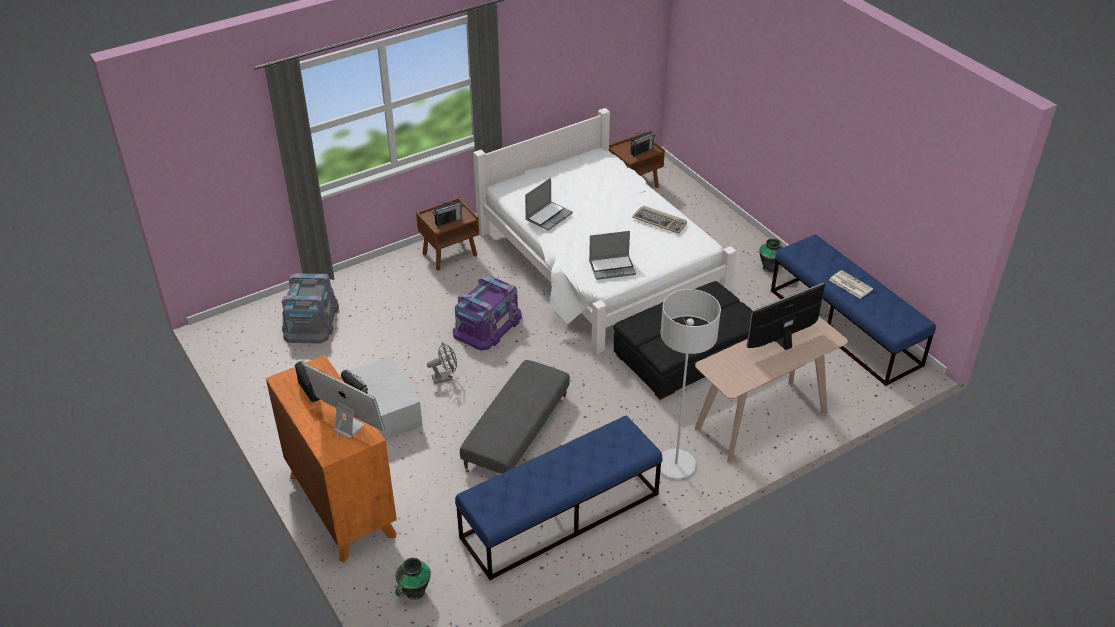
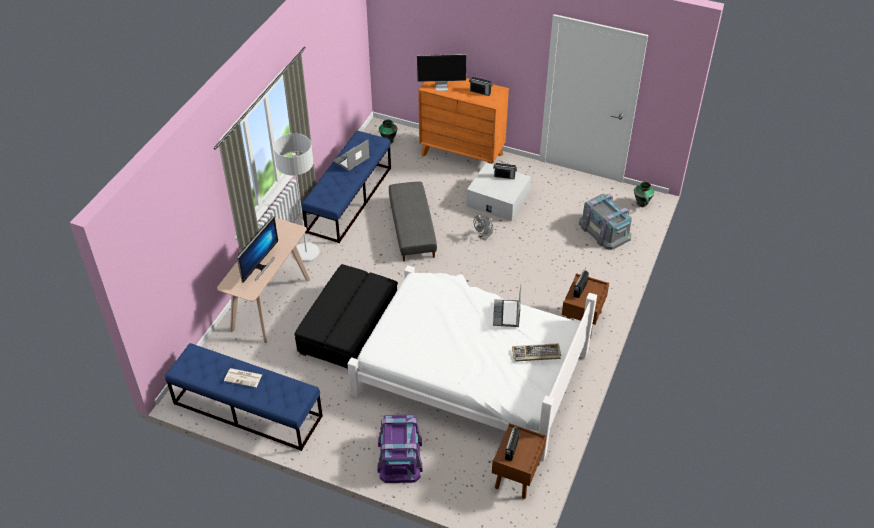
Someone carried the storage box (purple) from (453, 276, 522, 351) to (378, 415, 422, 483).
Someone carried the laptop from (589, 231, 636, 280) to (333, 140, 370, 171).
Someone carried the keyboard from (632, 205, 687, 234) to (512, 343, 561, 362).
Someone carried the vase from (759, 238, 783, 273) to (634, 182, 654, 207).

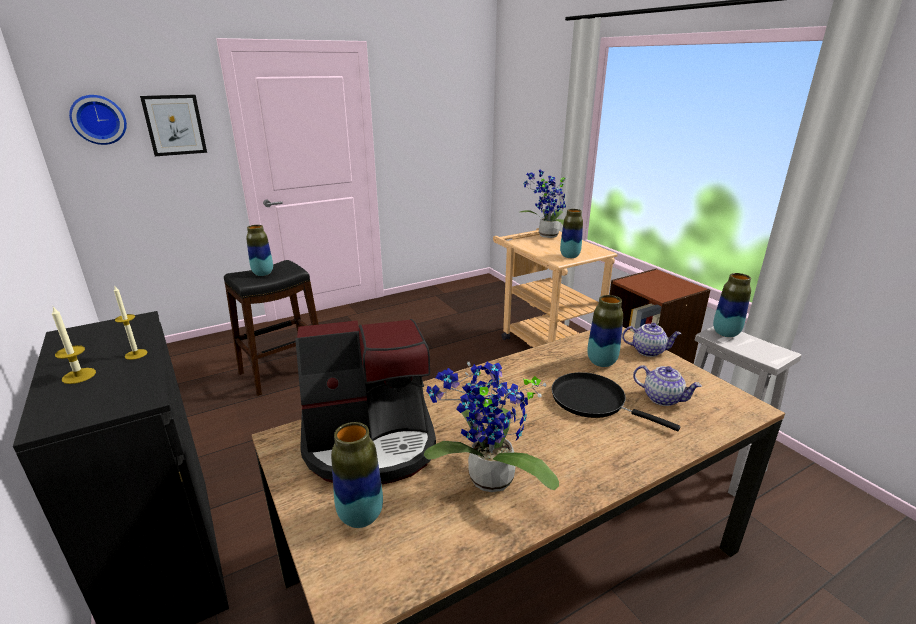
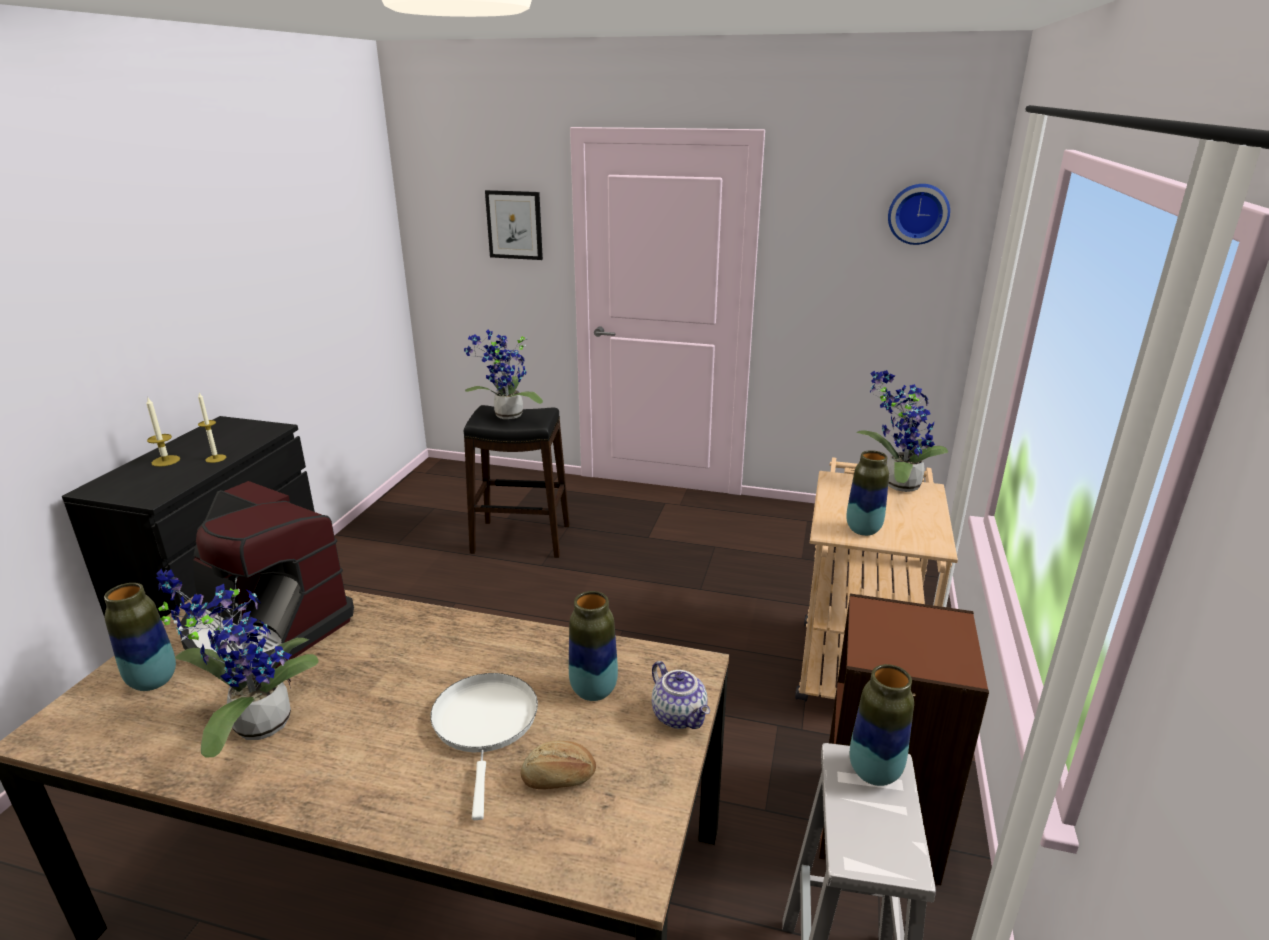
Someone carried the wall clock from (69, 95, 127, 145) to (888, 184, 950, 245).
Someone swapped the vase at (246, 225, 273, 276) for the potted plant at (464, 330, 543, 419).
Someone repainted the frying pan (black) at (551, 372, 680, 431), which became the frying pan (white) at (430, 673, 538, 820).
Someone swapped the teapot at (633, 365, 702, 406) for the bread at (520, 741, 596, 789).

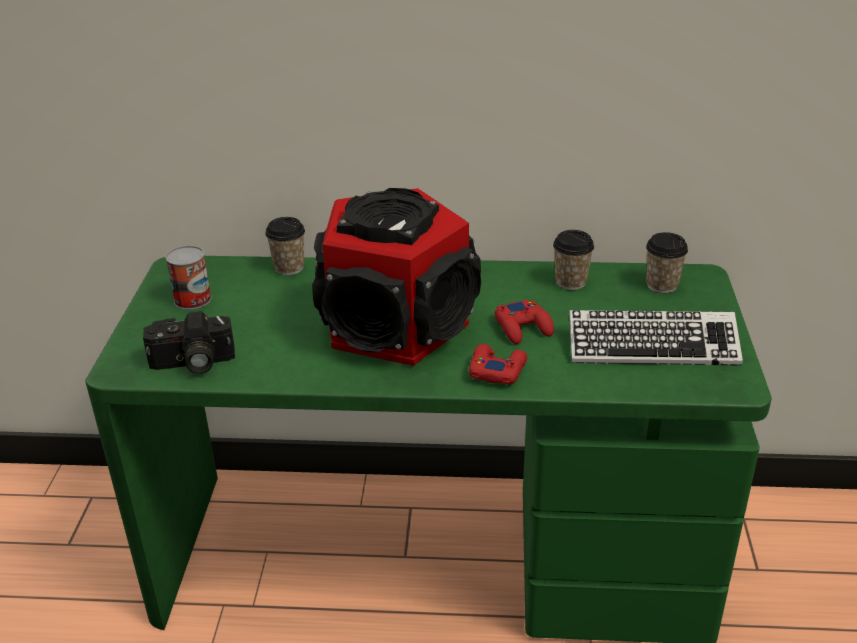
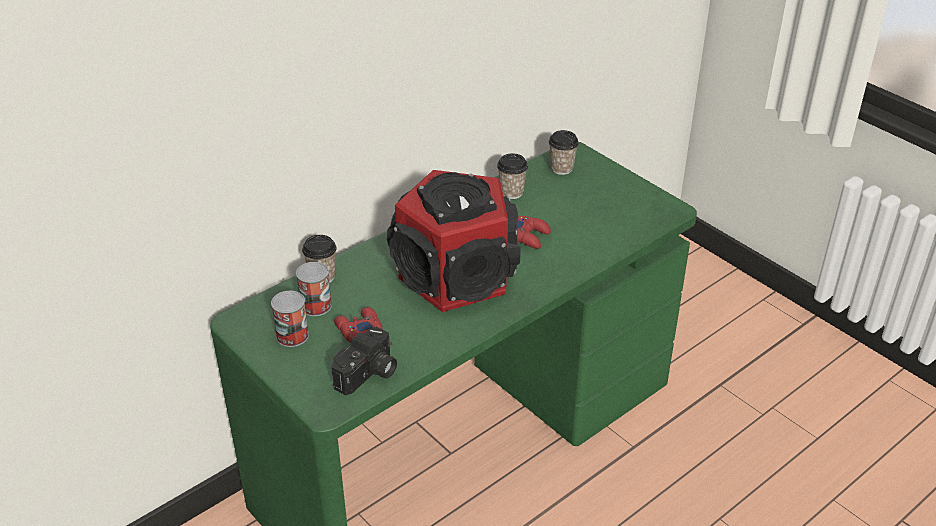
Someone carried the game controller (red) from (469, 344, 527, 385) to (334, 307, 383, 343).
Someone took away the keyboard at (569, 310, 743, 365).
Someone put down the can at (296, 262, 332, 316).

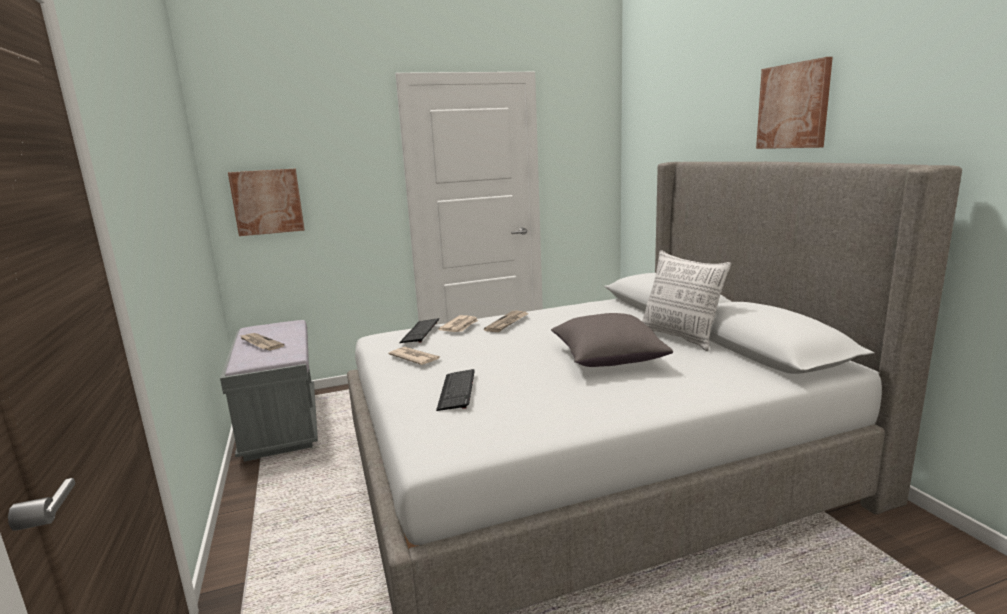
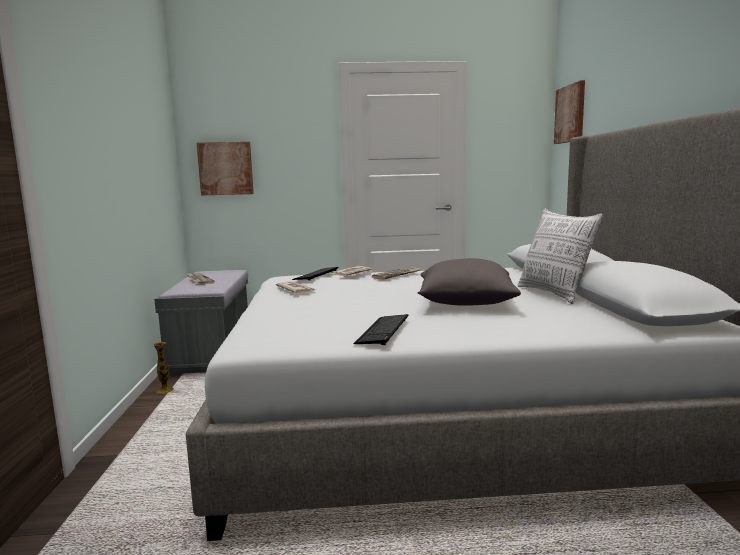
Someone carried the keyboard from (436, 369, 475, 411) to (353, 314, 408, 345).
Someone carried the picture from (756, 57, 833, 149) to (554, 80, 585, 144).
Someone put down the vase at (153, 342, 174, 394).

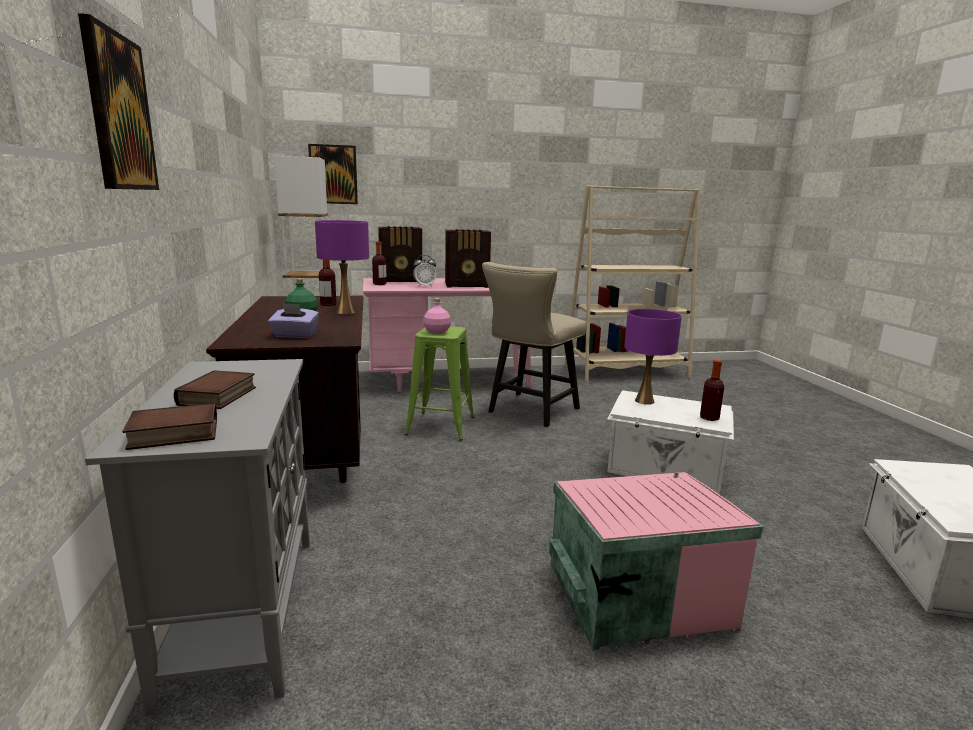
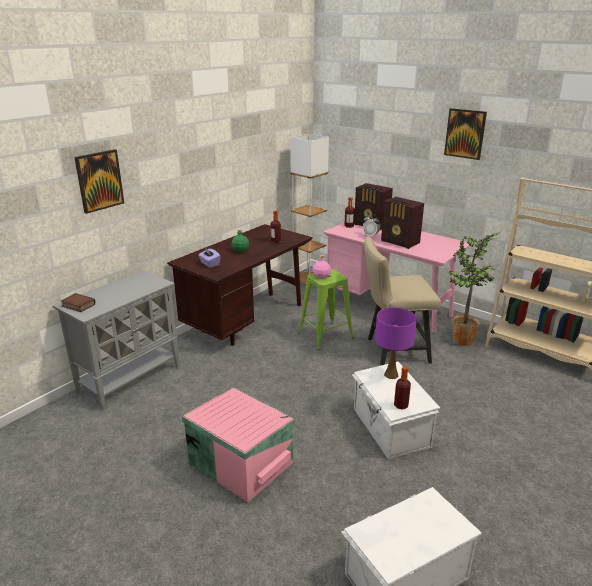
Someone took away the book at (174, 370, 256, 409).
Someone carried the picture from (308, 144, 358, 204) to (444, 108, 487, 160).
Someone took away the table lamp (purple) at (315, 220, 369, 314).
Someone put down the potted plant at (449, 232, 500, 346).

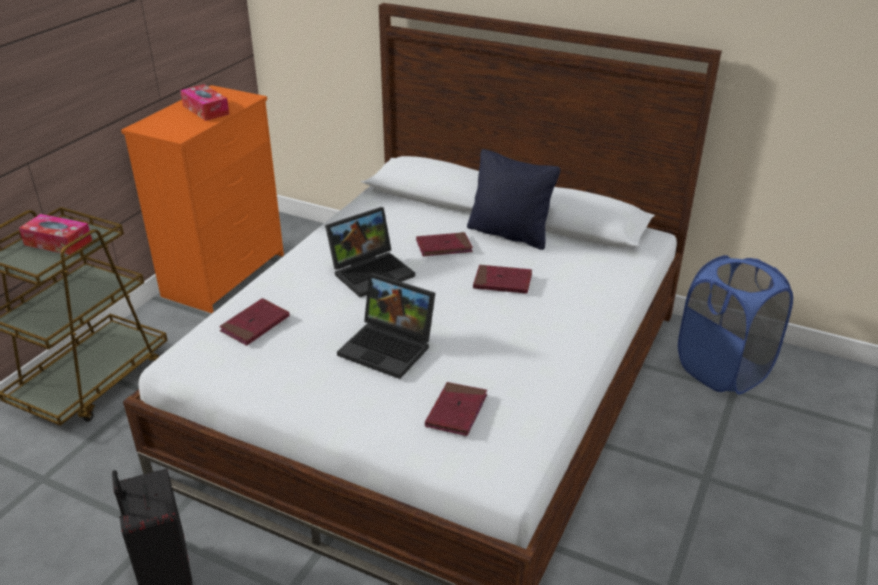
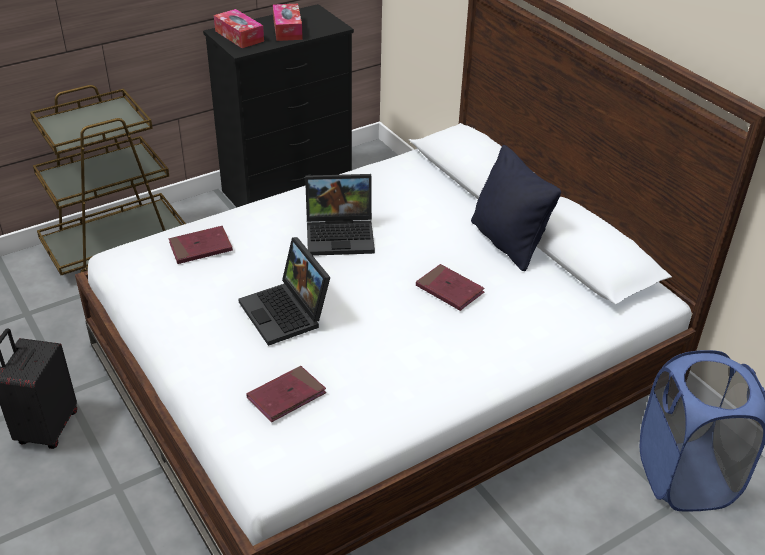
Someone carried the tissue box from (19, 214, 92, 255) to (214, 9, 264, 48).
Someone repainted the dresser (orange) at (121, 85, 284, 313), which became the dresser (black) at (203, 4, 354, 207).
Someone took away the book (red) at (416, 232, 473, 256).

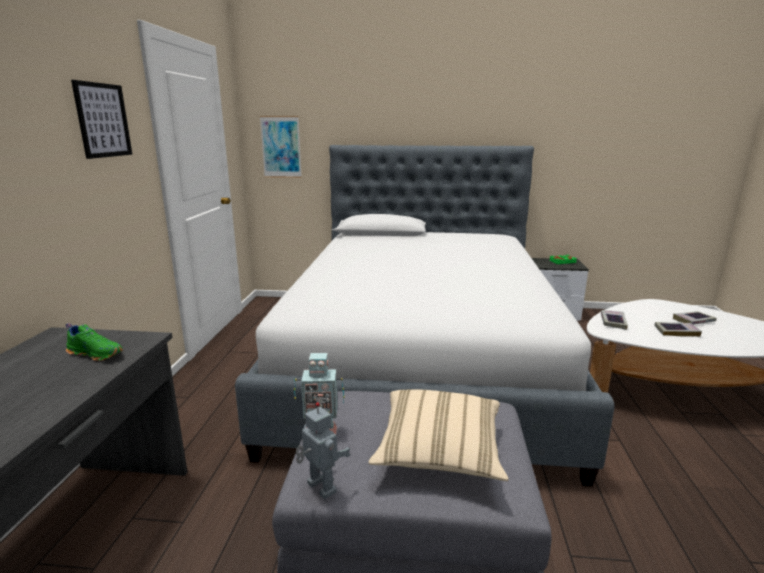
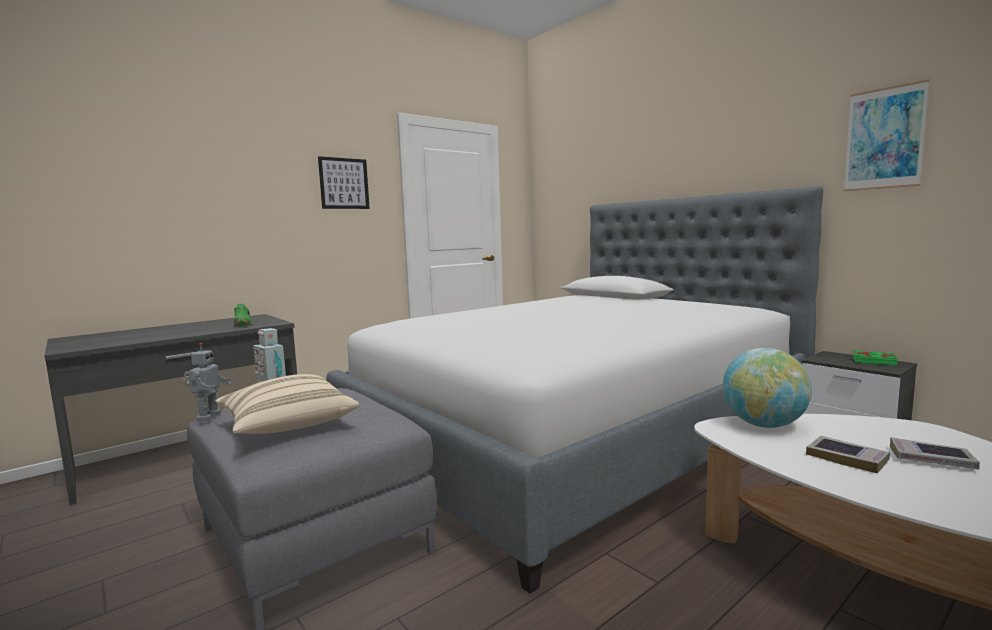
Someone carried the picture from (260, 116, 302, 178) to (844, 79, 930, 191).
Someone swapped the book at (601, 310, 628, 330) for the globe at (723, 348, 812, 428).

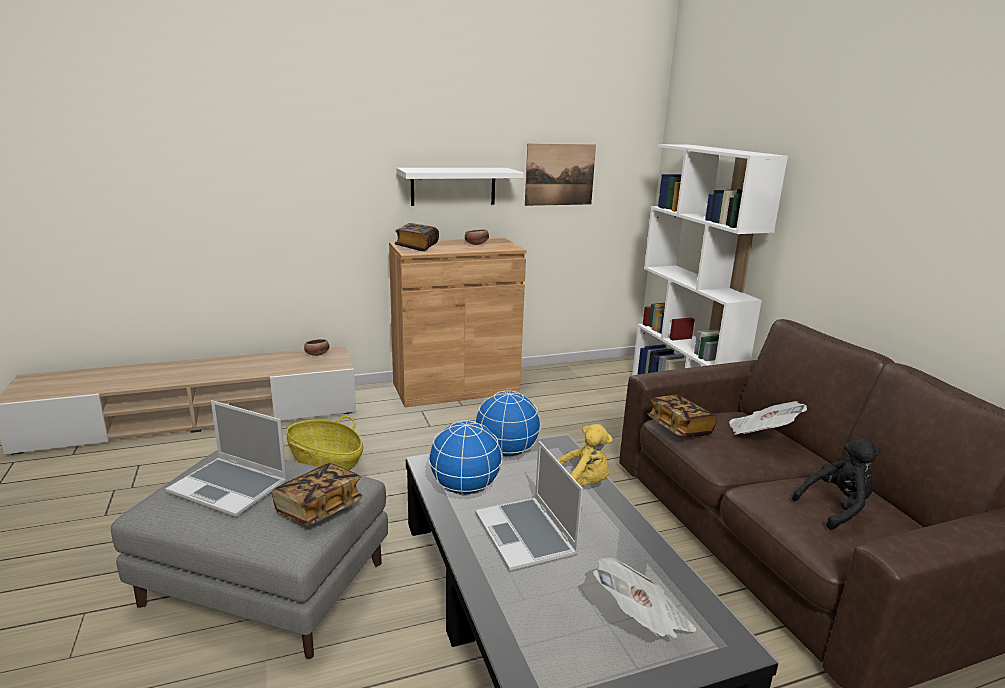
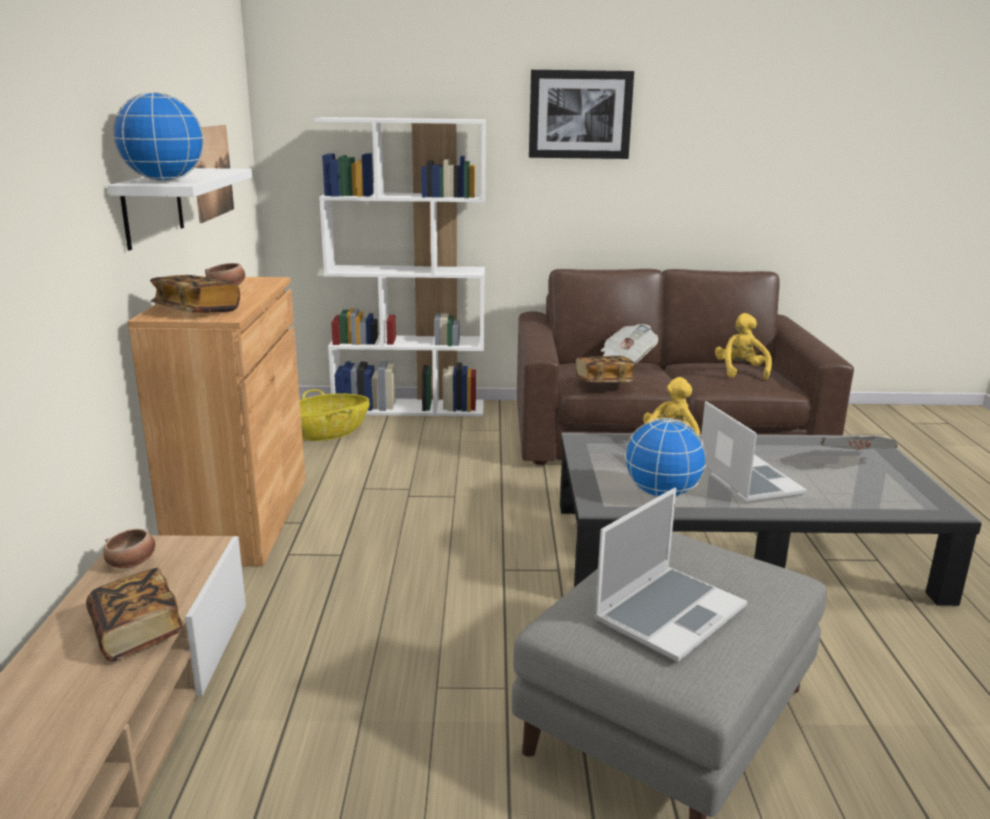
Someone carried the book from (272, 463, 362, 526) to (86, 568, 184, 661).
Someone carried the basket from (287, 416, 363, 470) to (300, 389, 370, 441).
Someone carried the globe from (475, 391, 541, 458) to (113, 92, 204, 181).
Someone rotated the laptop at (475, 441, 583, 571) by 105 degrees counterclockwise.
Someone repainted the plush toy (black) at (792, 438, 880, 530), which became the plush toy (yellow) at (715, 313, 772, 380).
Someone put up the picture at (529, 70, 634, 159).

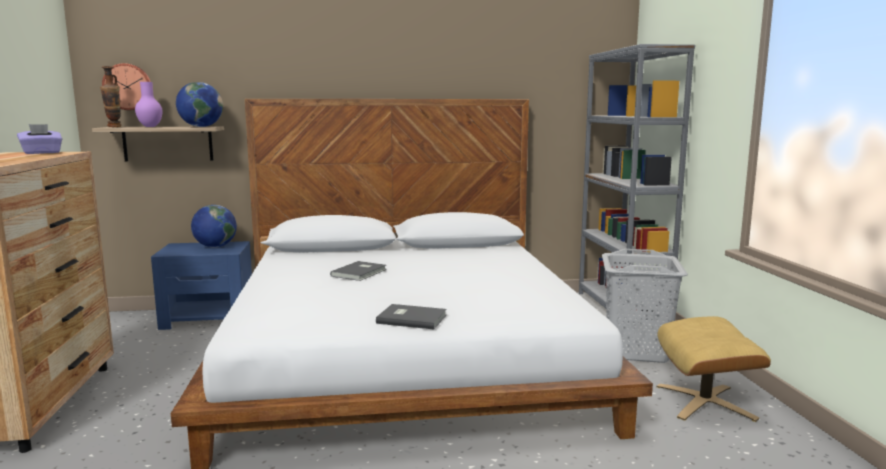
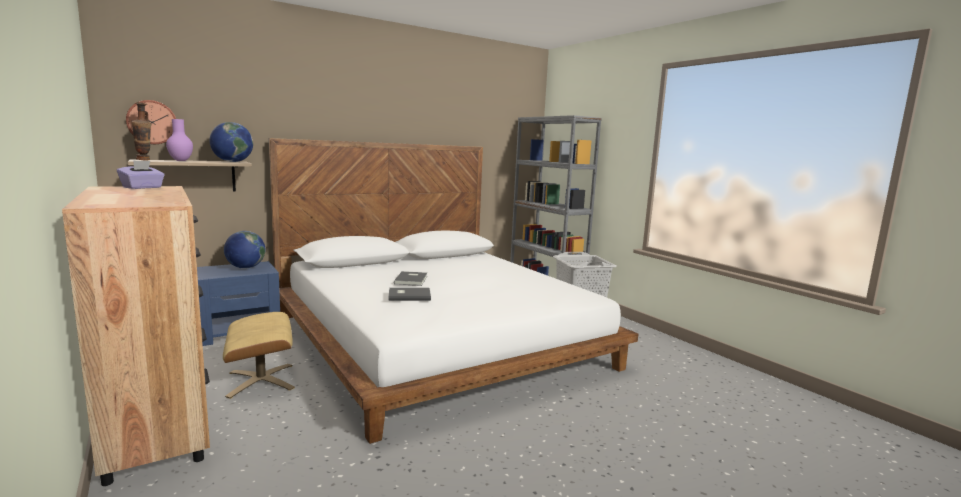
Someone carried the book (grey) from (376, 304, 447, 329) to (388, 288, 431, 301).
Someone carried the ottoman (beige) from (656, 316, 771, 422) to (223, 312, 295, 399).

